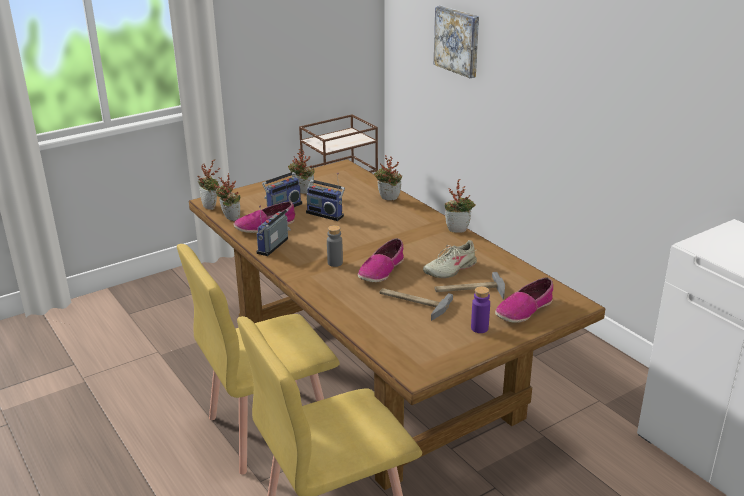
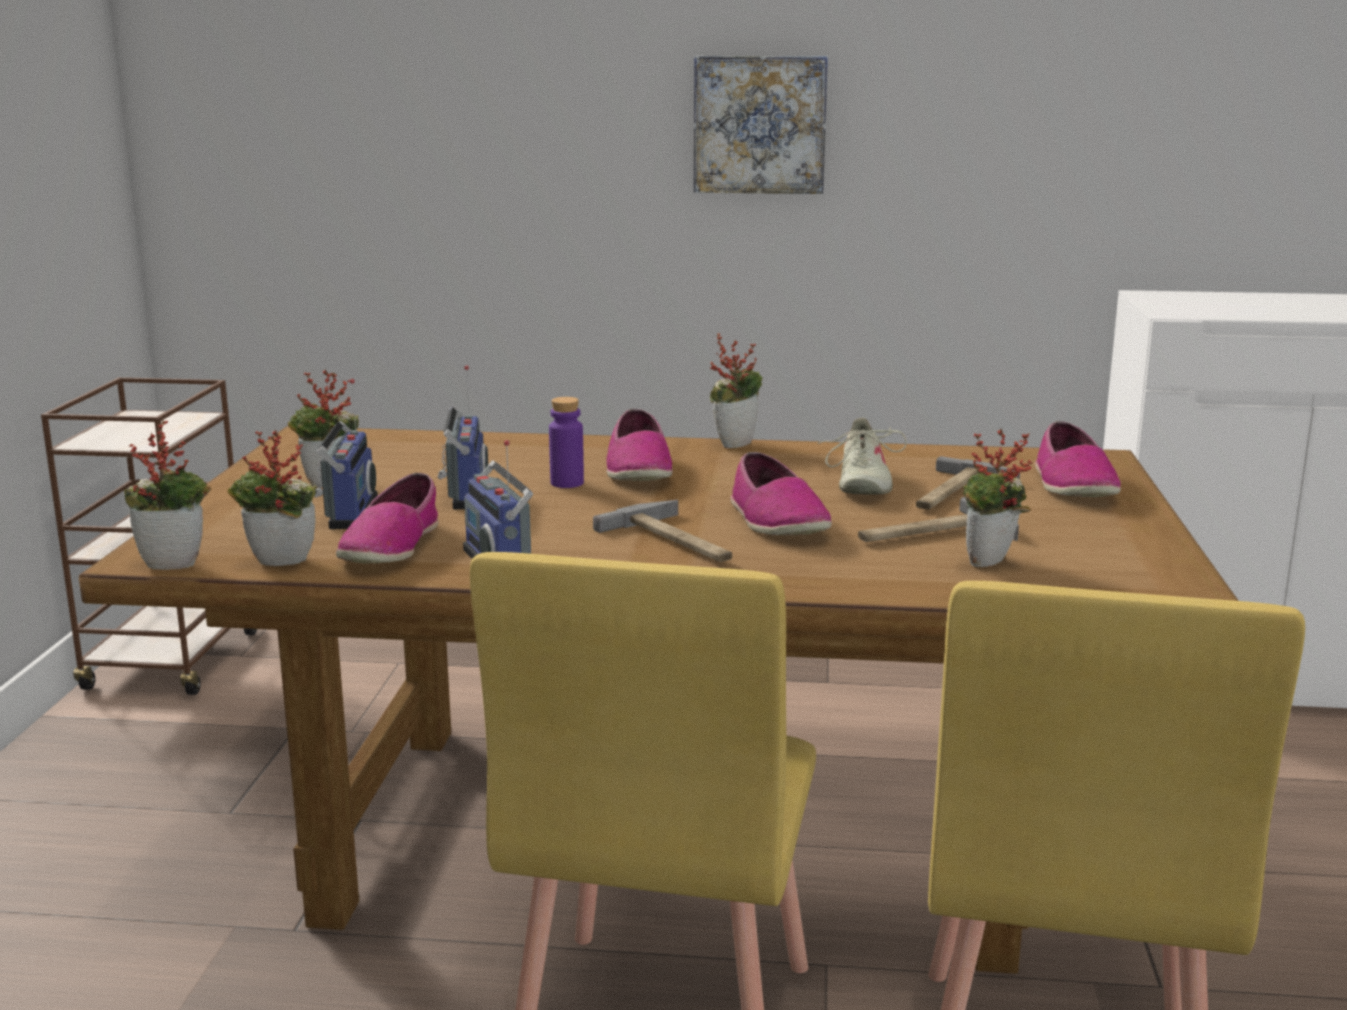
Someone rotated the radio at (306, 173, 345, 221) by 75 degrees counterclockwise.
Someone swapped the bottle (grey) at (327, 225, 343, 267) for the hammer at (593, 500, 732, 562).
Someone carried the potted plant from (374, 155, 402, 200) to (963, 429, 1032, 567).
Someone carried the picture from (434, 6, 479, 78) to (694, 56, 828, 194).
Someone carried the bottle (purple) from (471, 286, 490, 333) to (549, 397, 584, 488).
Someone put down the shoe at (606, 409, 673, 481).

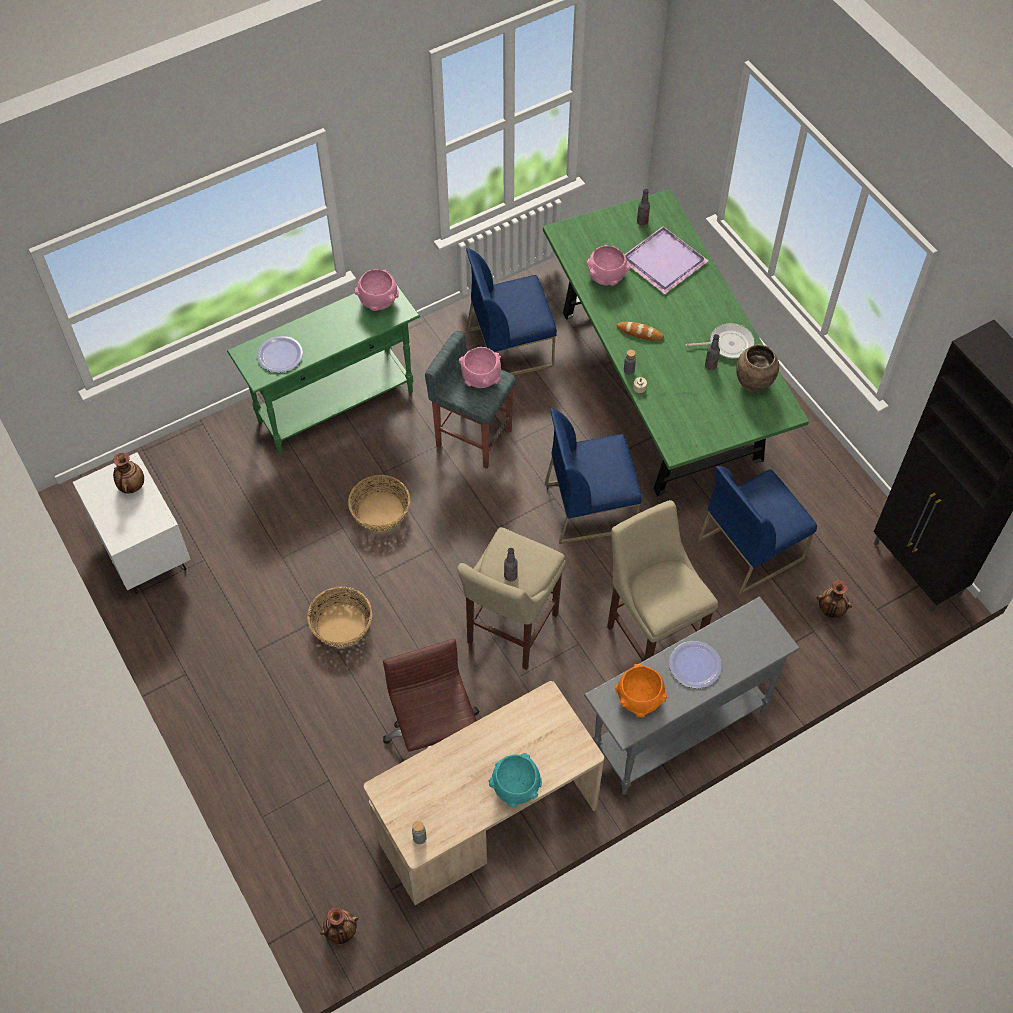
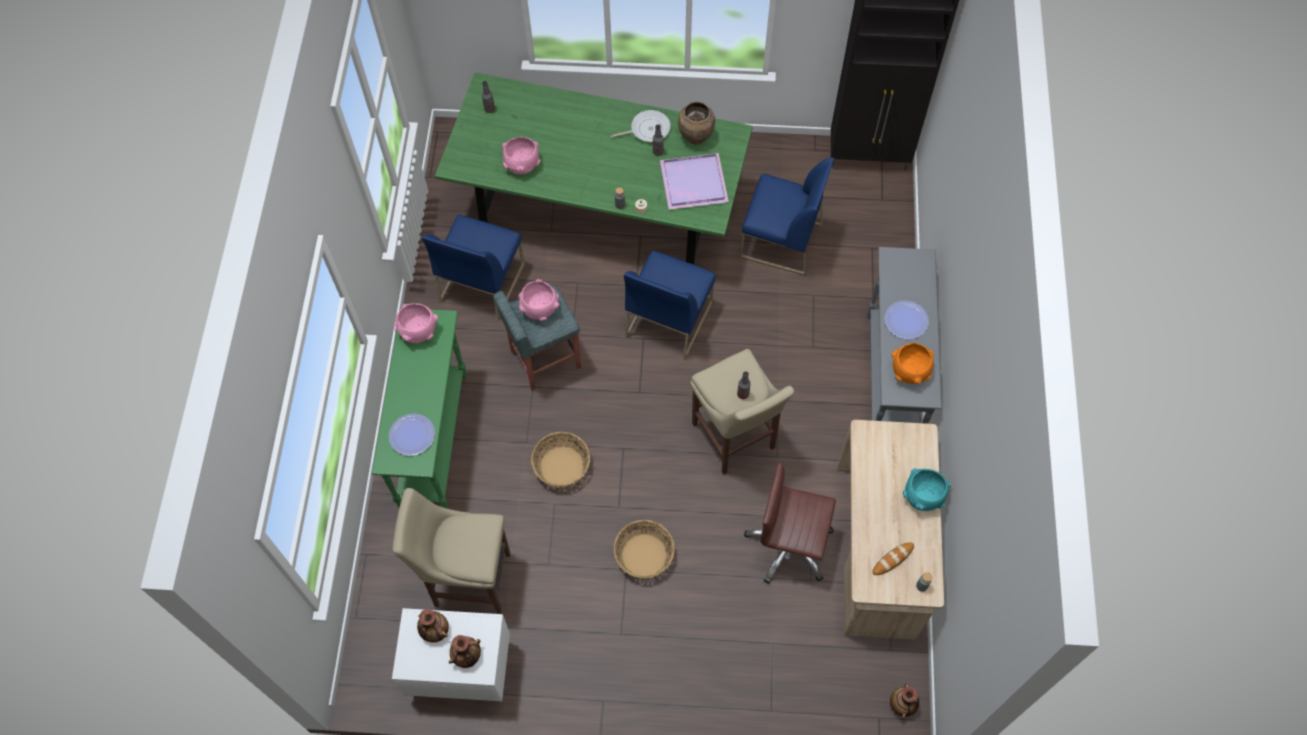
Someone carried the stool (beige) from (607, 500, 718, 661) to (392, 488, 510, 614).
Someone carried the bread from (616, 321, 664, 341) to (873, 542, 914, 575).
Someone carried the tray (purple) from (624, 226, 708, 294) to (660, 153, 729, 210).
Someone rotated the frying pan at (686, 323, 755, 358) by 45 degrees clockwise.
Someone rotated the chair (blue) at (698, 466, 817, 595) by 75 degrees counterclockwise.
Someone carried the vase from (817, 580, 852, 618) to (449, 635, 481, 668).

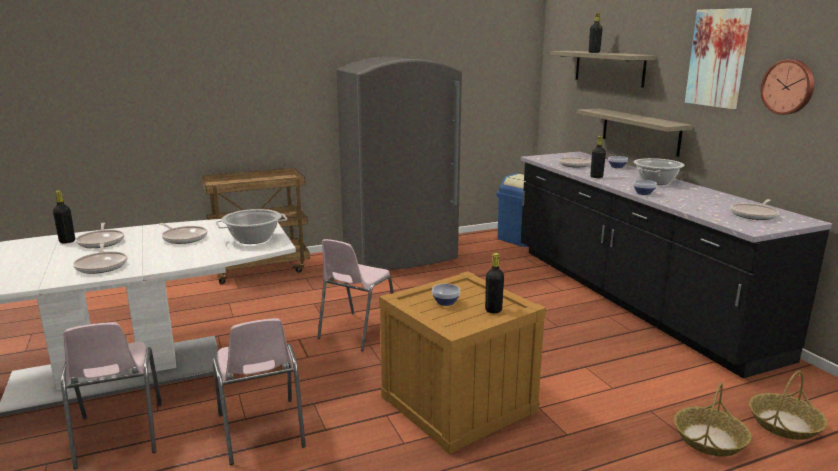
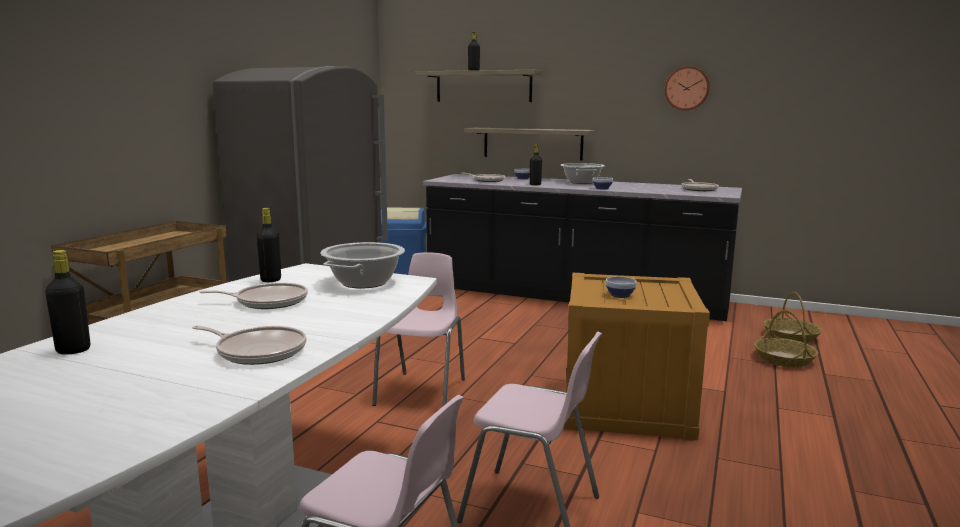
Someone took away the frying pan at (76, 223, 124, 248).
Someone rotated the chair (pink) at (317, 239, 394, 351) by 150 degrees counterclockwise.
Someone carried the bottle (black) from (485, 253, 504, 313) to (257, 208, 281, 282).
Someone took away the picture at (685, 8, 752, 109).

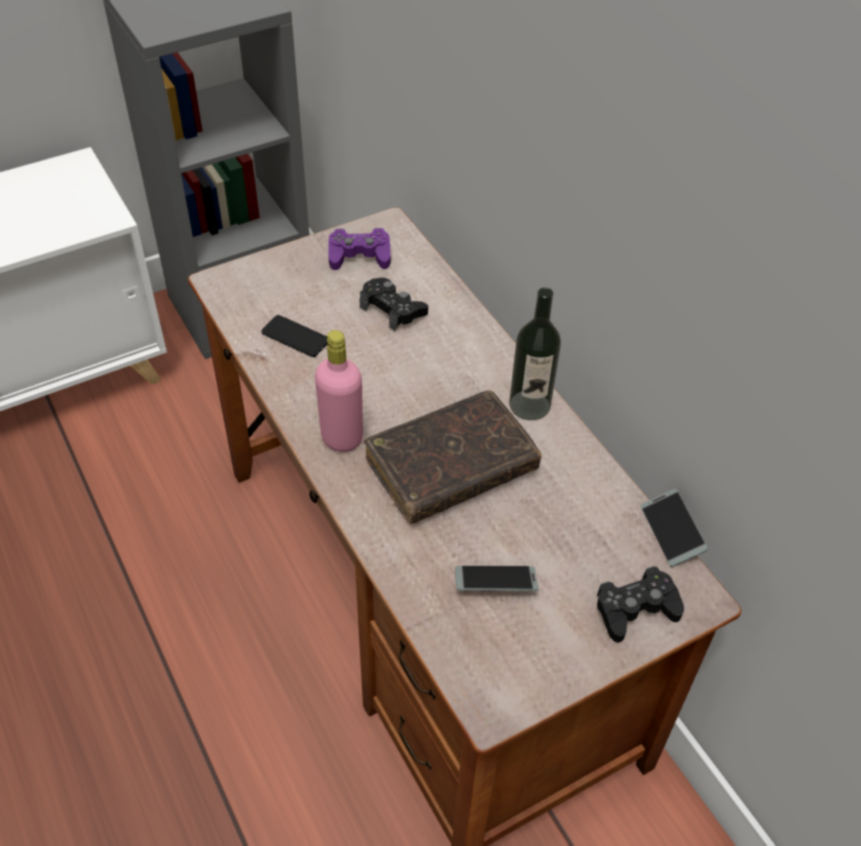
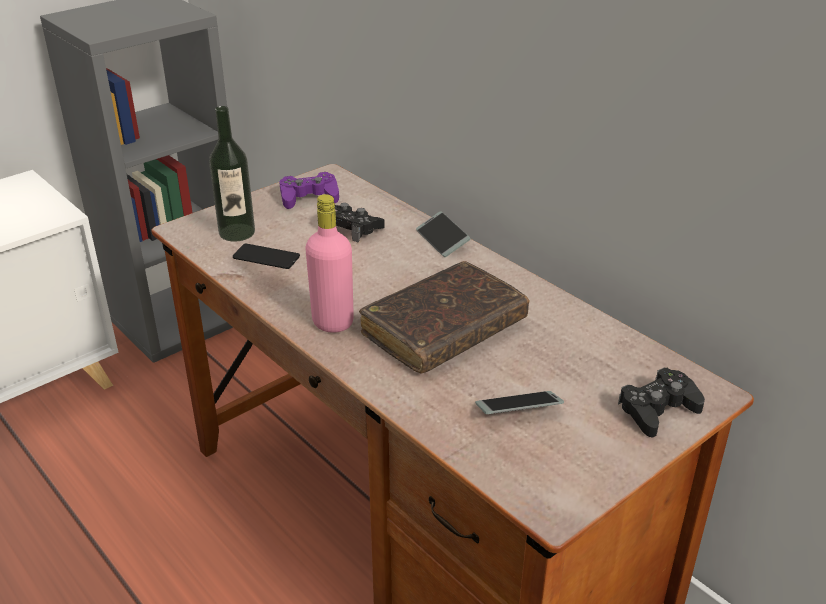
Someone carried the bottle from (509, 287, 561, 420) to (209, 106, 255, 242).
Someone carried the phone from (641, 489, 708, 567) to (416, 211, 470, 257).

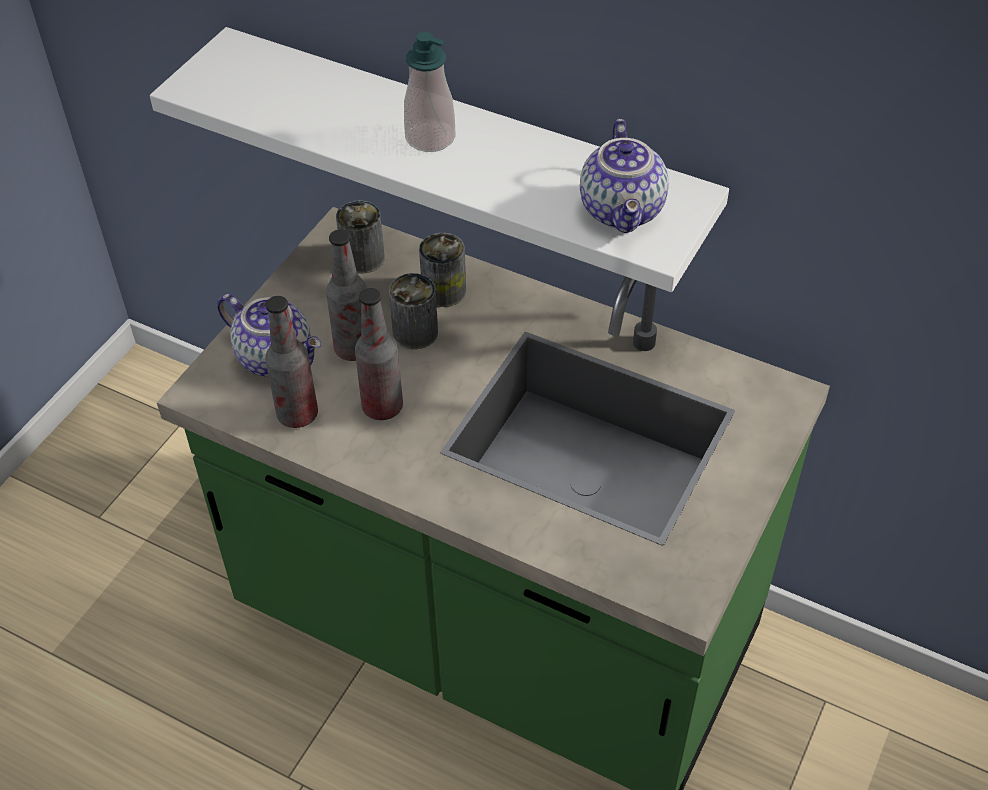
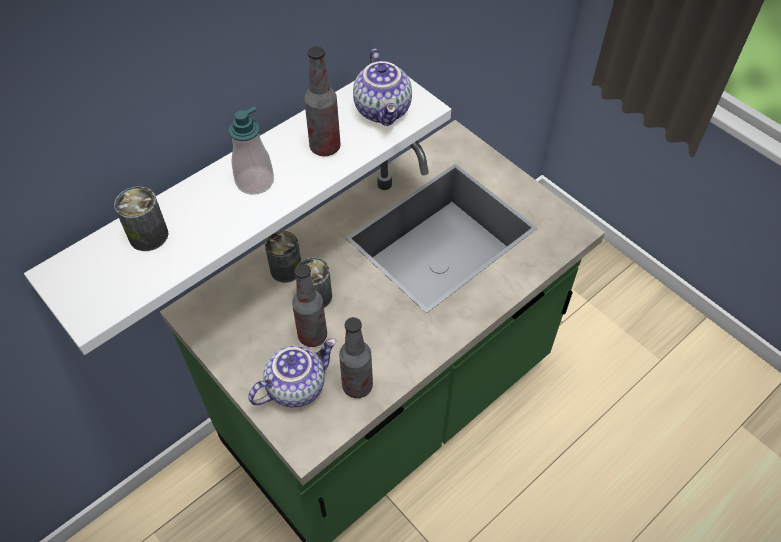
Someone carried the can from (336, 200, 385, 274) to (114, 187, 168, 251).
Someone carried the bottle from (355, 288, 403, 420) to (304, 46, 341, 156).
Someone rotated the teapot at (580, 119, 668, 233) by 60 degrees clockwise.

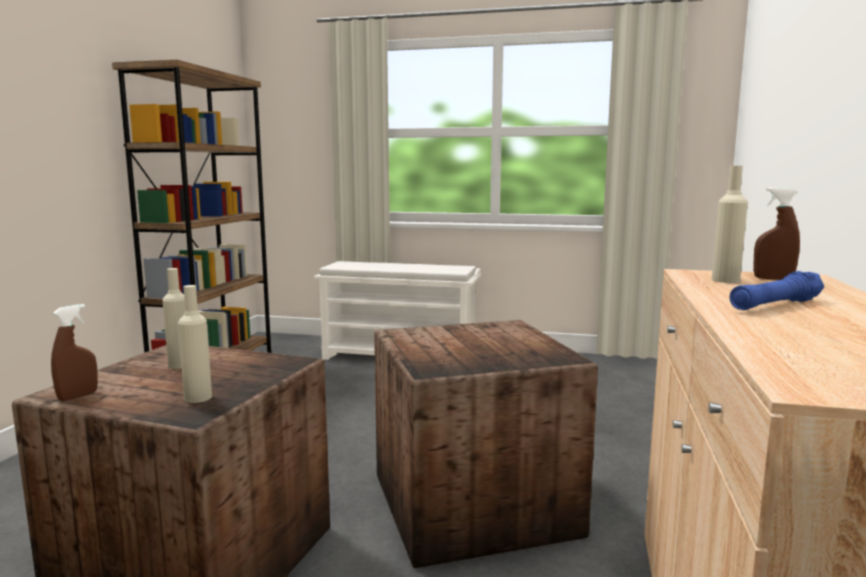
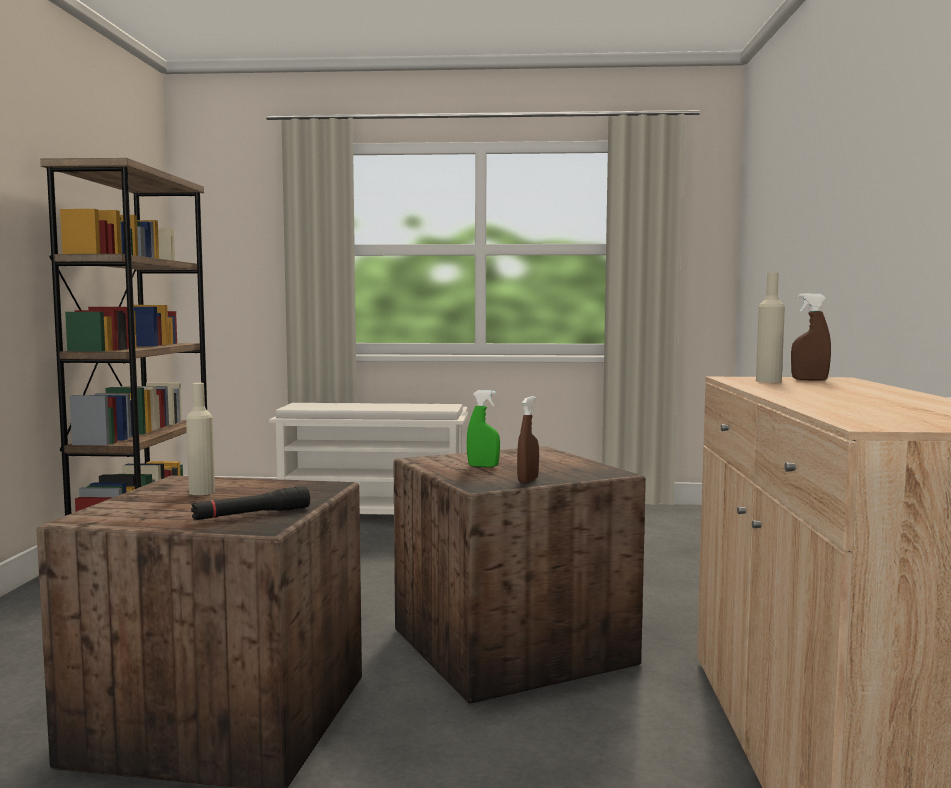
Someone carried the spray bottle (brown) from (51, 304, 98, 401) to (517, 396, 539, 483).
Someone swapped the bottle (beige) at (178, 285, 212, 403) for the flashlight (black) at (191, 486, 310, 520).
Someone took away the flashlight (blue) at (730, 271, 824, 310).
Someone put down the spray bottle (green) at (467, 390, 500, 467).

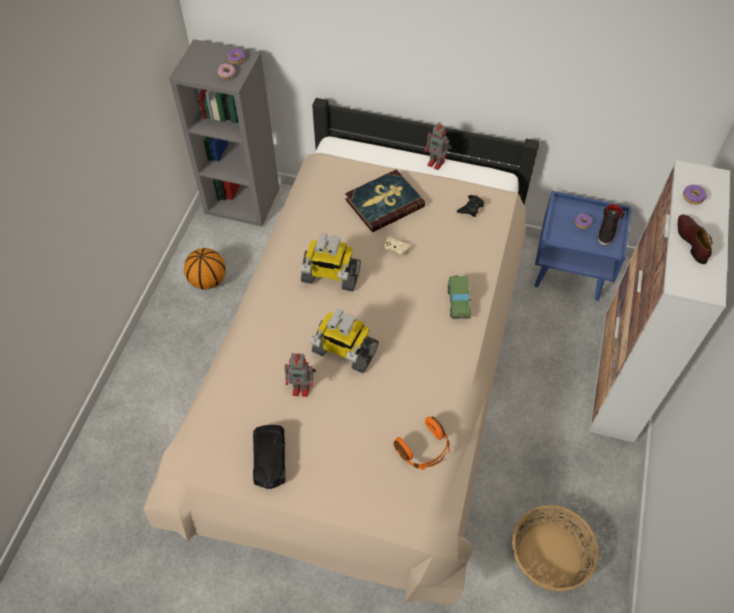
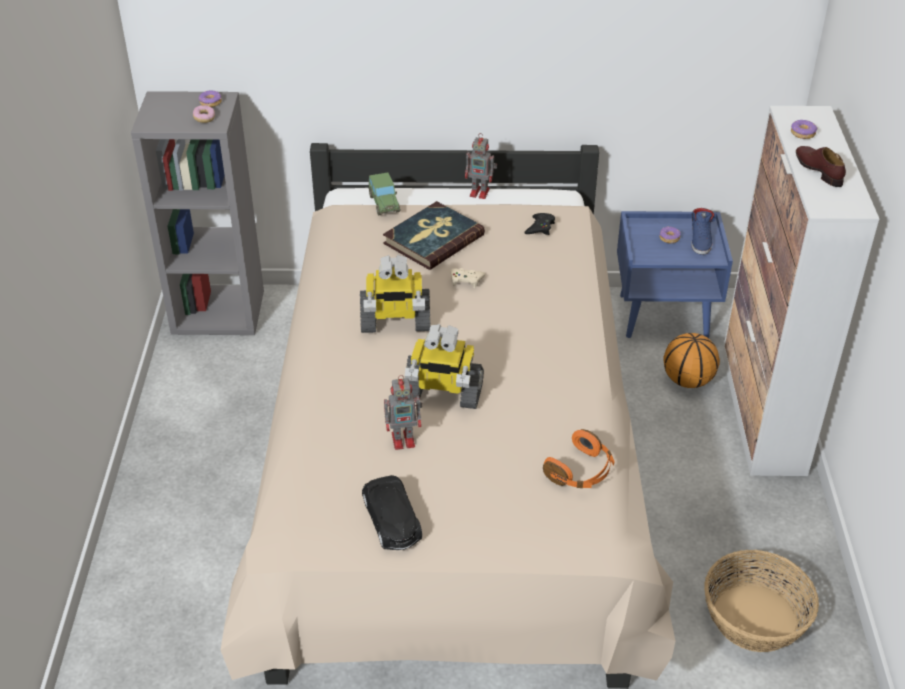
Someone carried the basketball from (184, 248, 226, 289) to (664, 333, 720, 388).
Someone carried the toy car from (448, 275, 471, 319) to (368, 173, 401, 216).
Someone repainted the shoe (black) at (598, 204, 624, 246), which became the shoe (blue) at (691, 208, 717, 255).

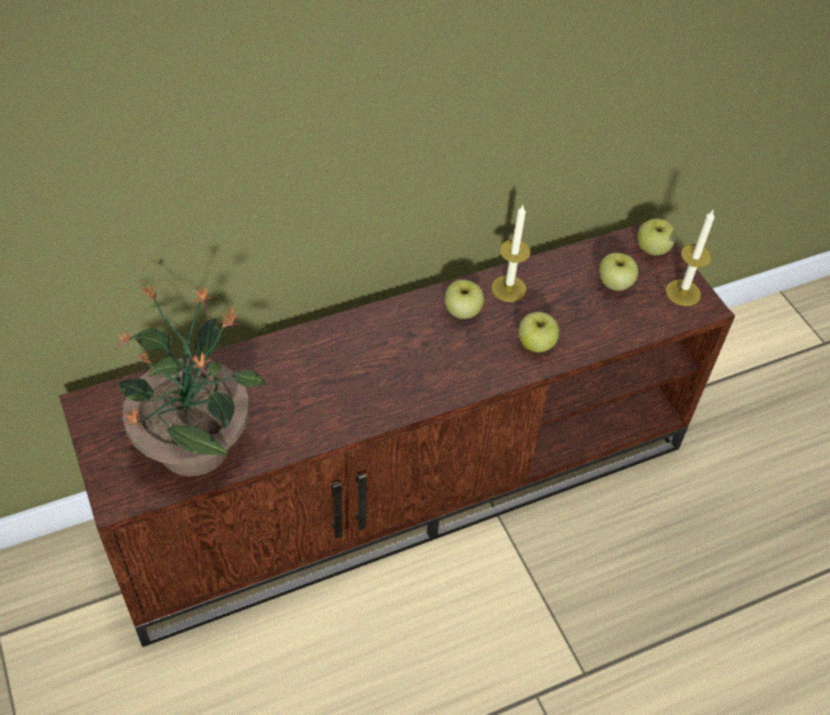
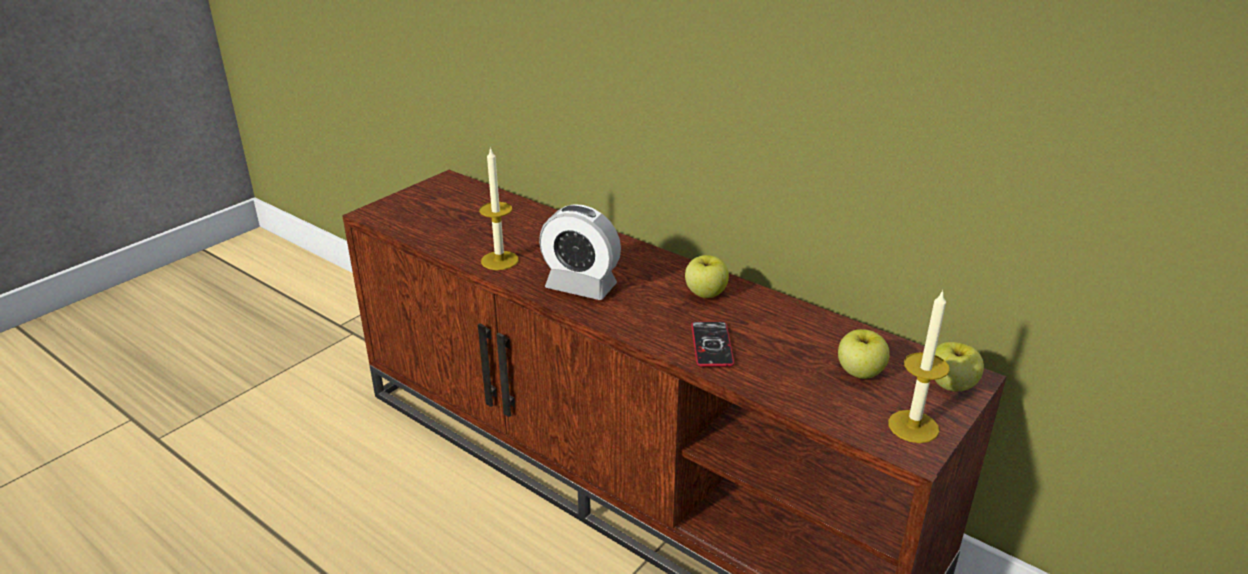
Someone took away the potted plant at (116, 283, 266, 476).
Someone carried the candle from (491, 205, 531, 302) to (479, 147, 519, 270).
Someone swapped the apple at (518, 312, 559, 352) for the phone at (691, 321, 734, 367).
Someone put down the alarm clock at (539, 204, 621, 300).

